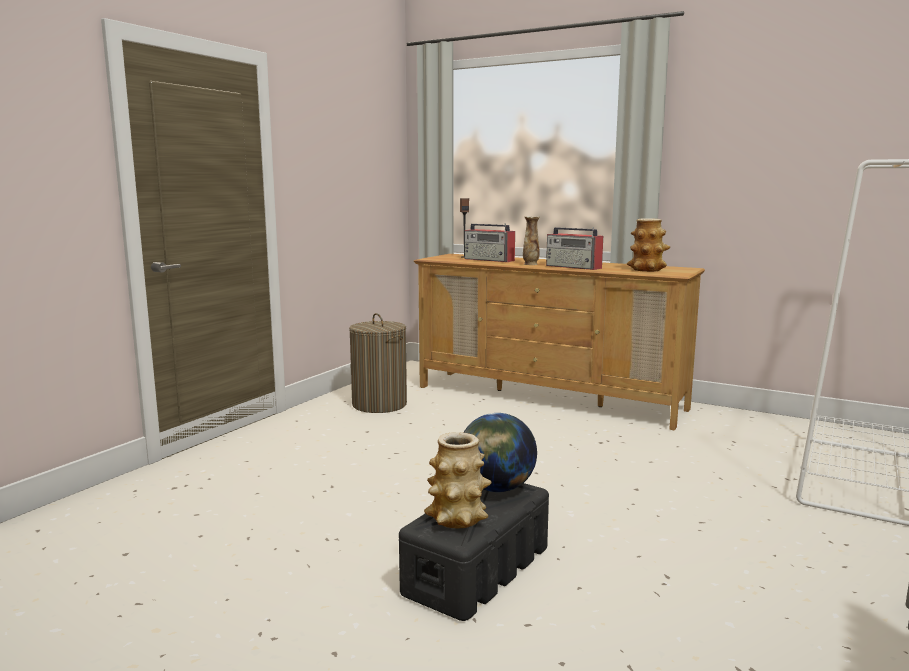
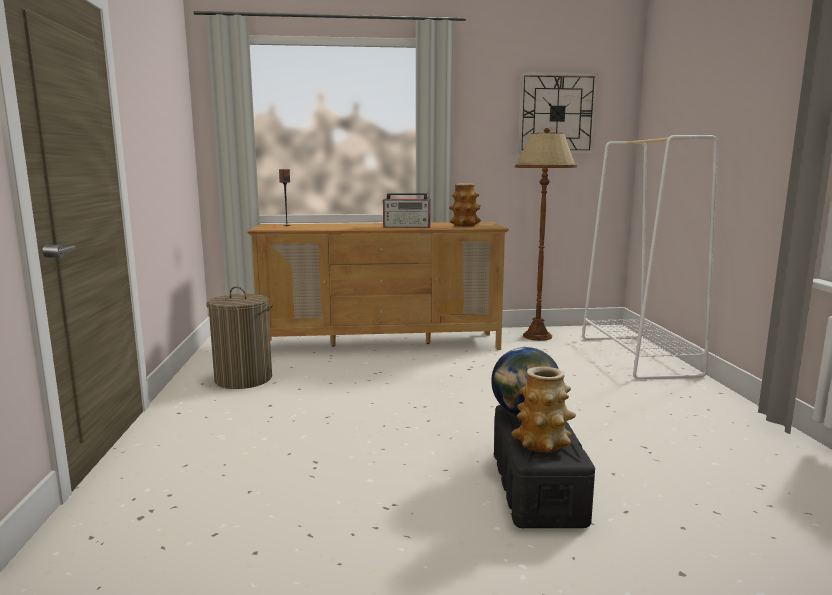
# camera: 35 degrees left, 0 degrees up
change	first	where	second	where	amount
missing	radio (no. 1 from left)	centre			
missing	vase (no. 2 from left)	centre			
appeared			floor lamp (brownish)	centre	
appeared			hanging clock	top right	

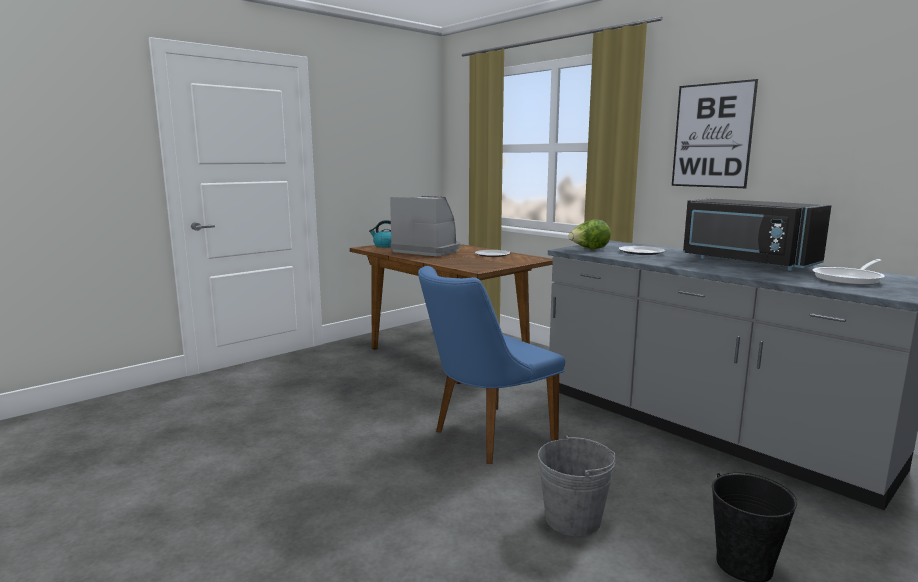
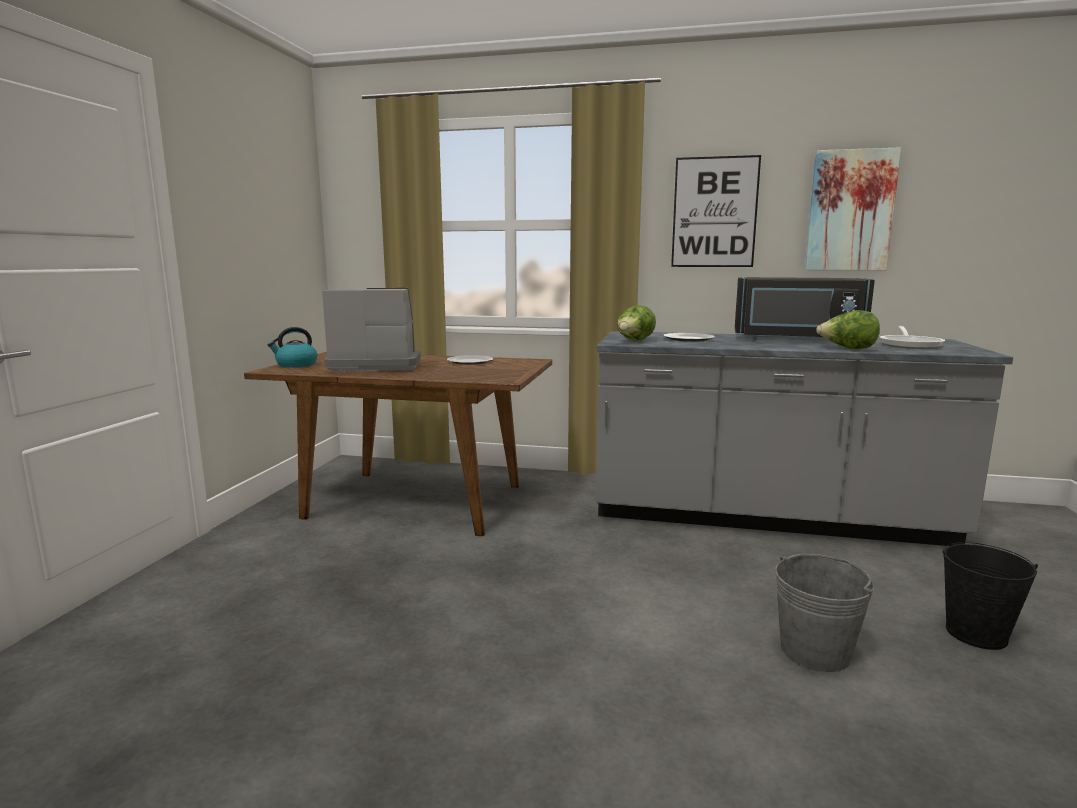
# camera: 35 degrees left, 0 degrees up
change	first	where	second	where	amount
missing	chair (bluish)	centre			
appeared			picture (no. 2 from left)	top right	
appeared			lettuce head (no. 2 from left)	middle right	

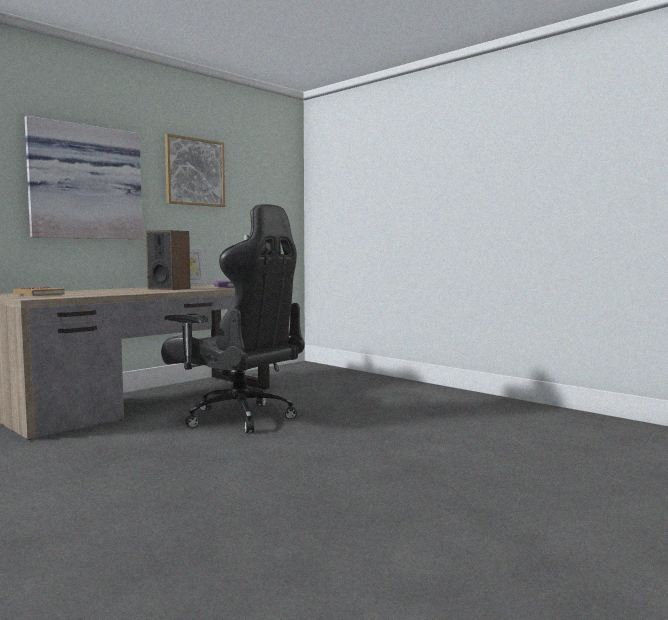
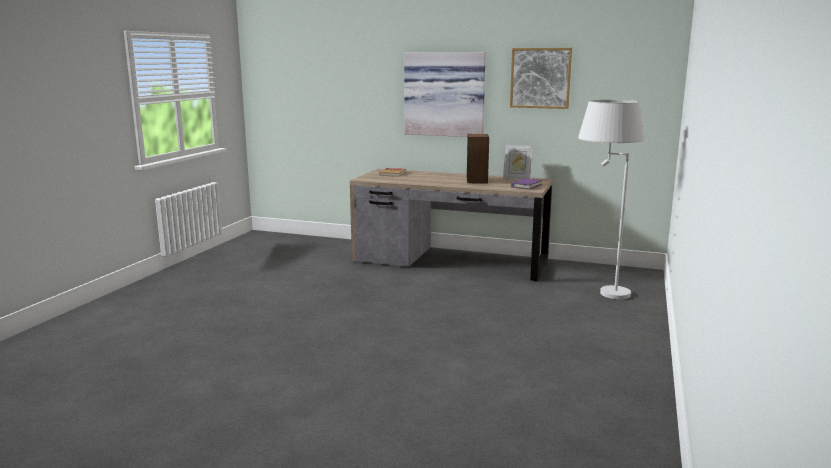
# camera: 65 degrees right, 10 degrees up
change	first	where	second	where	amount
missing	office chair (blackish)	centre			
appeared			floor lamp (white-coloured)	middle right	

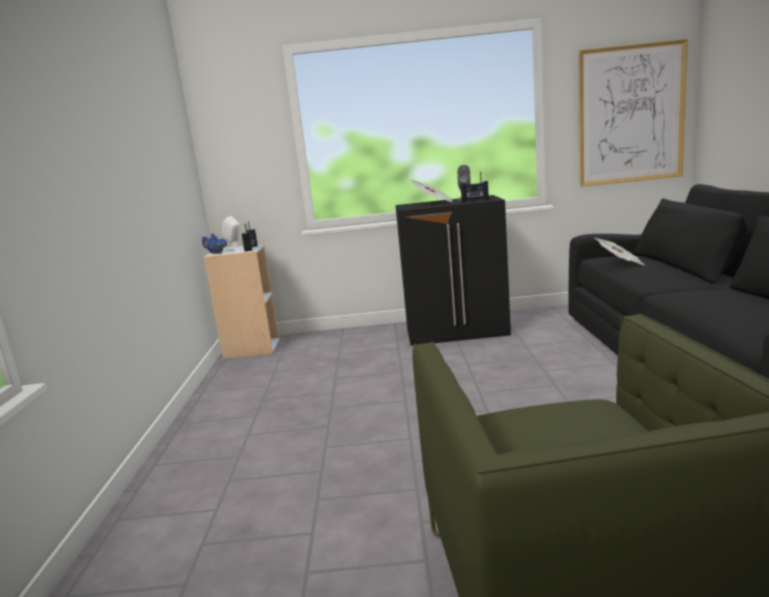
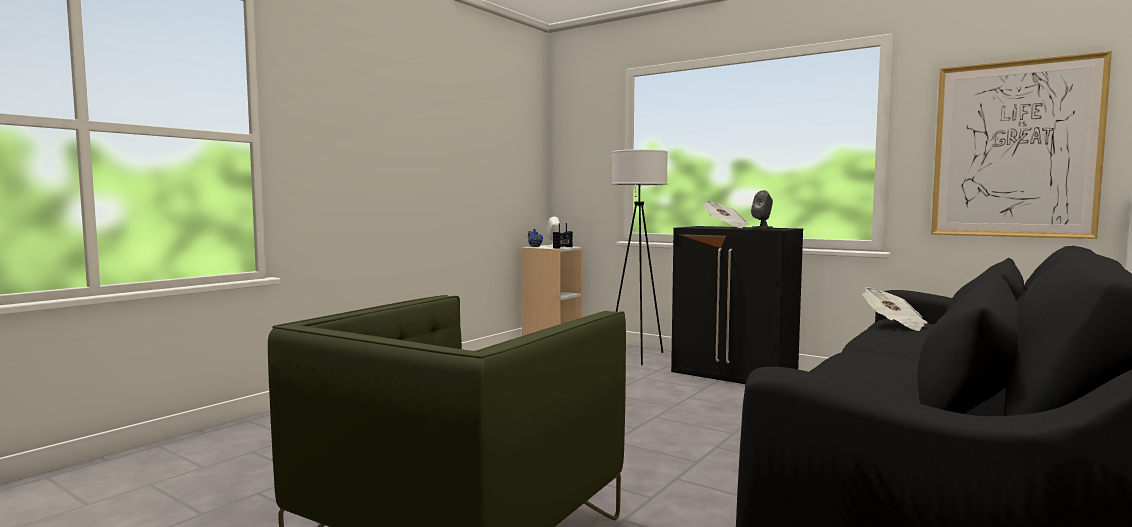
# camera: 35 degrees right, 10 degrees down
change	first	where	second	where	amount
missing	radio (no. 2 from left)	top centre			
appeared			floor lamp (white-coloured)	centre	

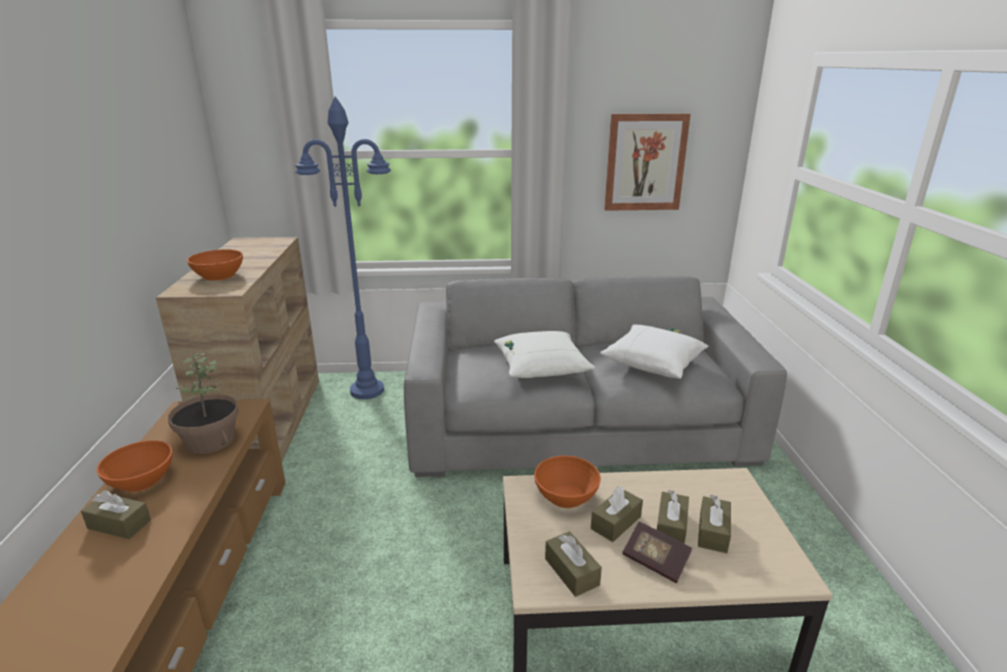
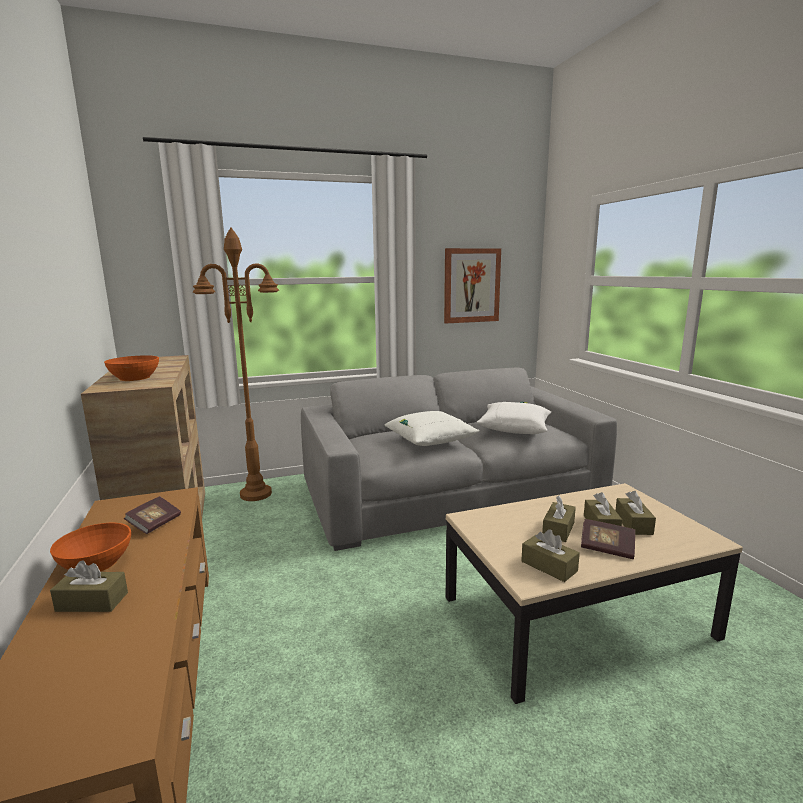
# camera: 15 degrees left, 10 degrees down
change	first	where	second	where	amount
missing	bowl (orange) (no. 3 from left)	bottom centre			
exchanged	plant in a pot	middle left	book (no. 1 from left)	middle left	
colour	floor lamp (bluish)	centre	floor lamp (brownish)	middle left	

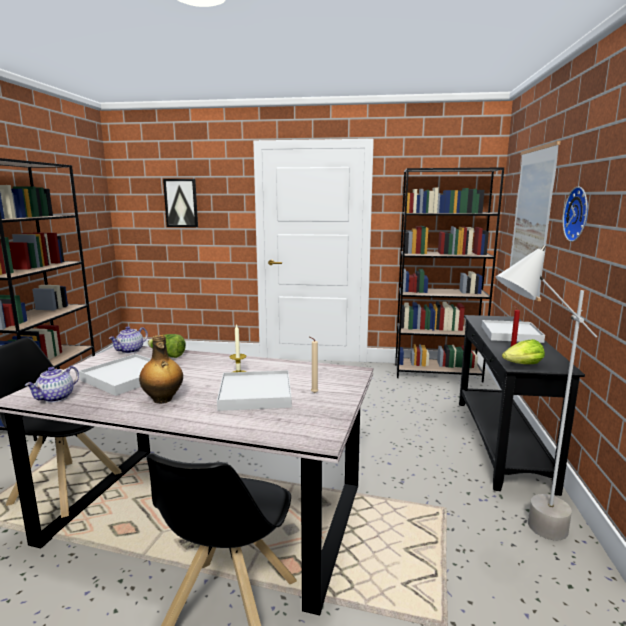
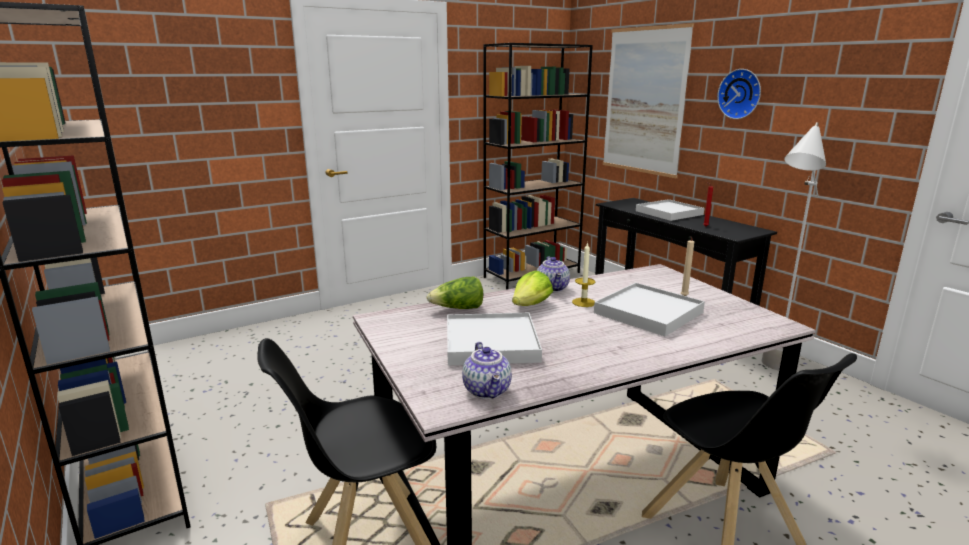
# camera: 40 degrees left, 5 degrees up
change	first	where	second	where	amount
missing	bottle	middle left			
missing	picture (no. 1 from left)	top left			
relocated	tea pot (no. 2 from left)	middle left		centre	
relocated	lettuce head (no. 2 from left)	middle right		centre	

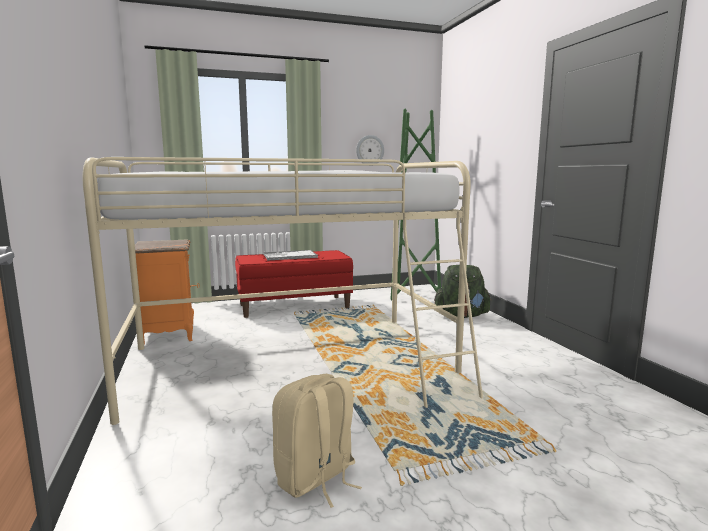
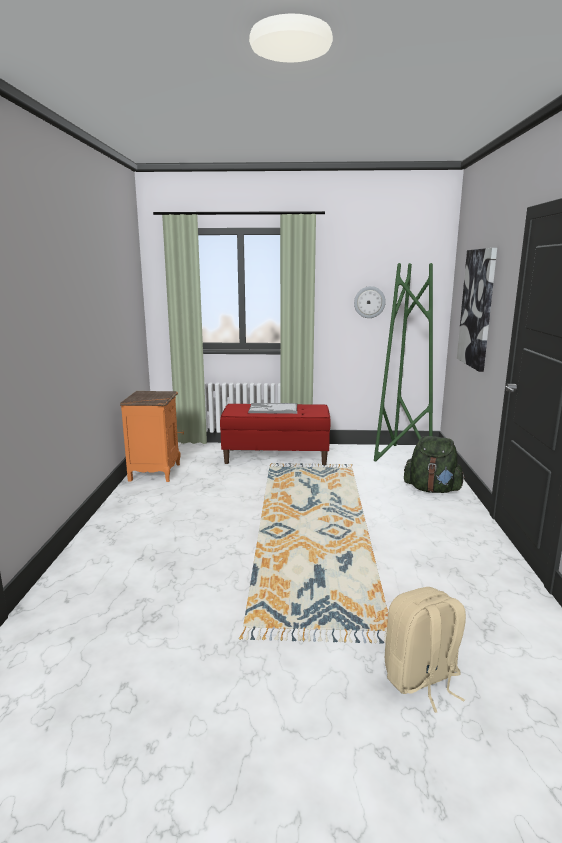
# camera: 20 degrees right, 5 degrees up
change	first	where	second	where	amount
missing	bed (beige)	centre			
appeared			picture	middle right	
relocated	backpack (beige)	bottom centre		bottom right	

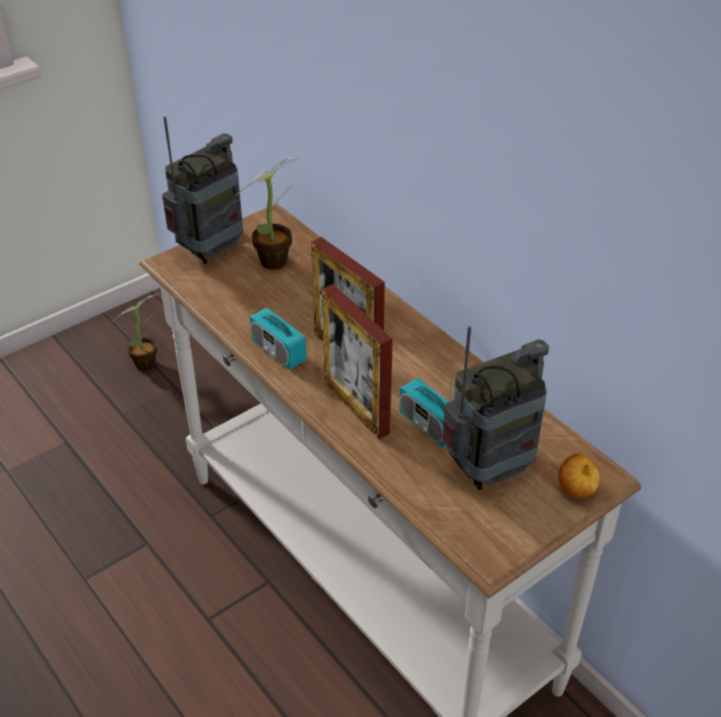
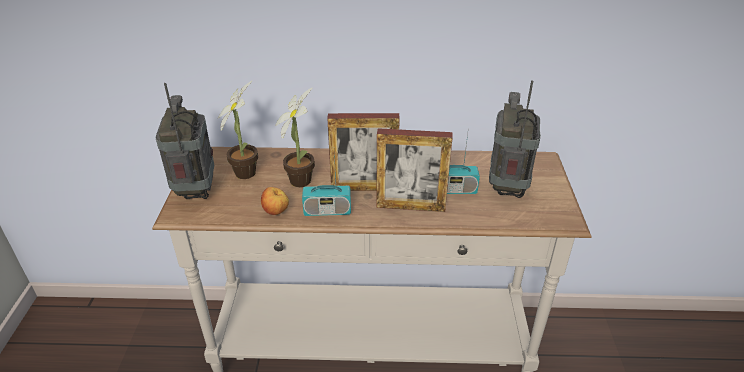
# camera: 50 degrees left, 5 degrees down
change	first	where	second	where	amount
relocated	plant in a pot (no. 1 from left in the first image)	middle left	plant in a pot (no. 2 from left)	centre	
relocated	apple	middle right		centre	

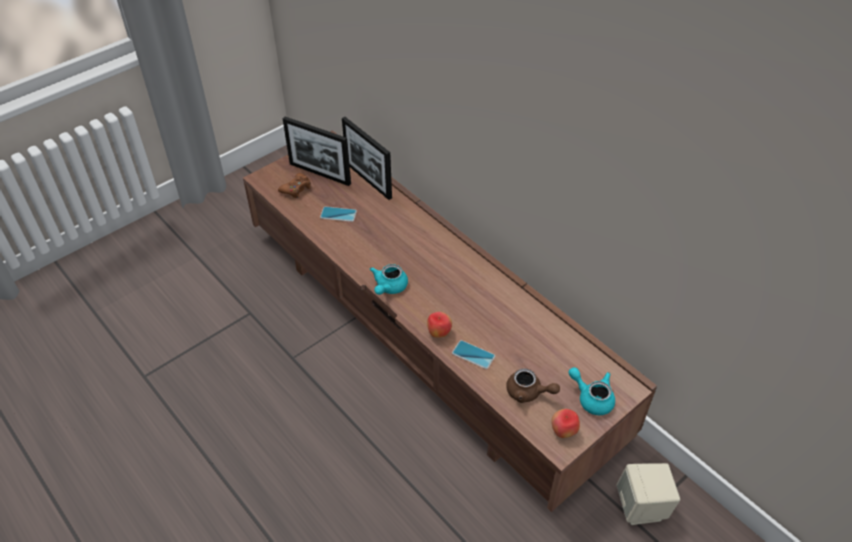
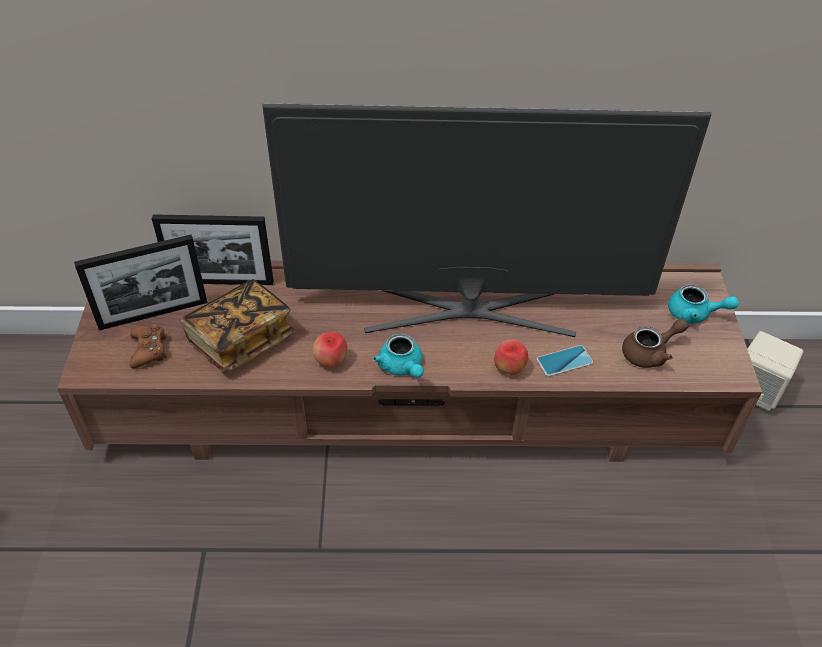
# camera: 50 degrees left, 0 degrees up
change	first	where	second	where	amount
appeared			TV set	centre	
relocated	apple (no. 2 from left in the first image)	bottom centre	apple (no. 1 from left)	centre	
exchanged	handset (no. 1 from left)	centre	book	middle left	
spun	tea pot (blue-green) (no. 2 from left)	bottom right		middle right	150 degrees counterclockwise

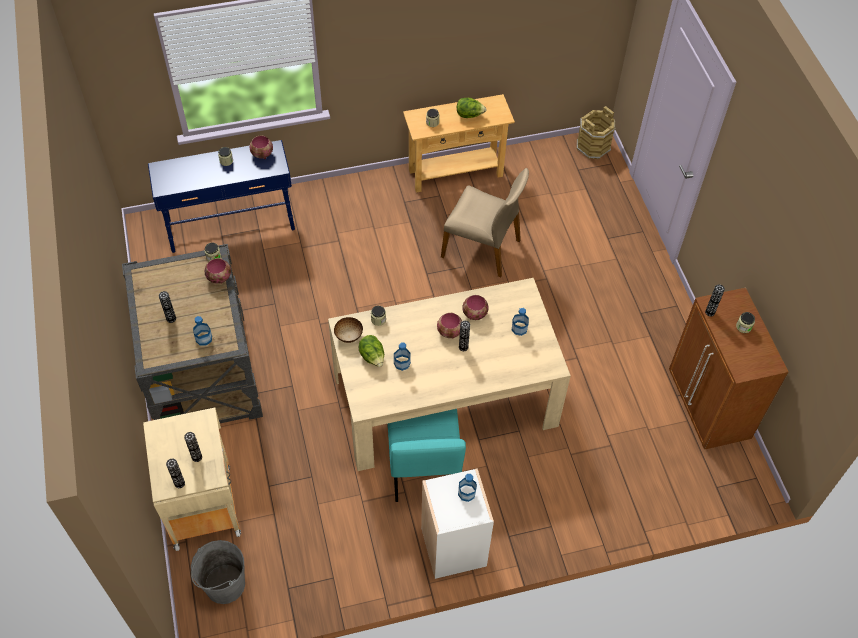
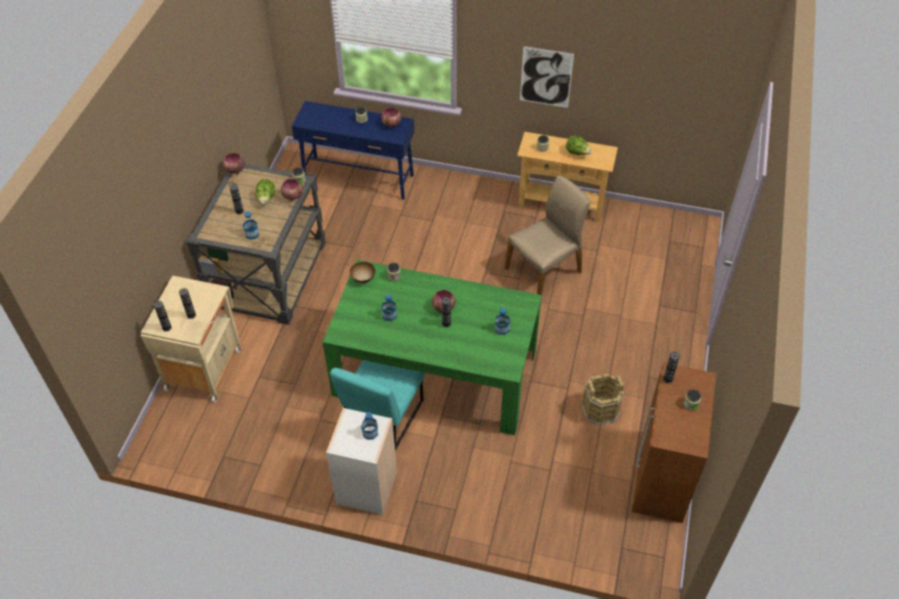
# camera: 30 degrees right, 5 degrees down
change	first	where	second	where	amount
missing	bucket (grey)	bottom left			
appeared			picture	top centre	
relocated	lettuce head (no. 1 from left)	centre		top left	
relocated	bowl (no. 5 from left in the first image)	centre	bowl (no. 1 from left)	top left	
relocated	bucket (brownish)	top right		middle right	
colour	kitchen table (beige)	centre	kitchen table (green)	centre	
spun	chair (beige)	centre		centre	90 degrees counterclockwise

